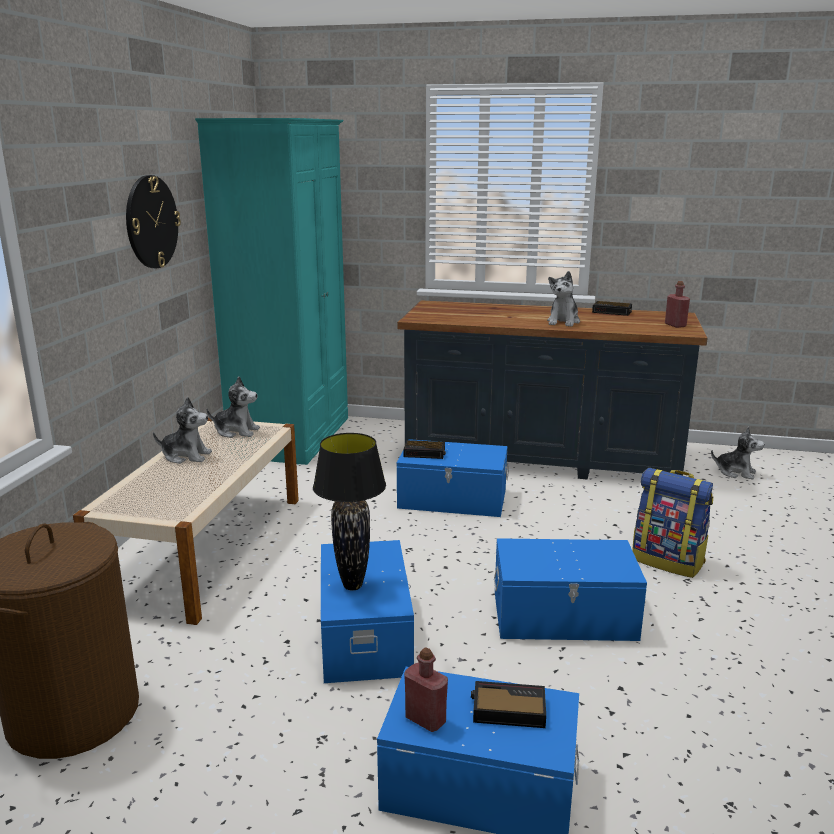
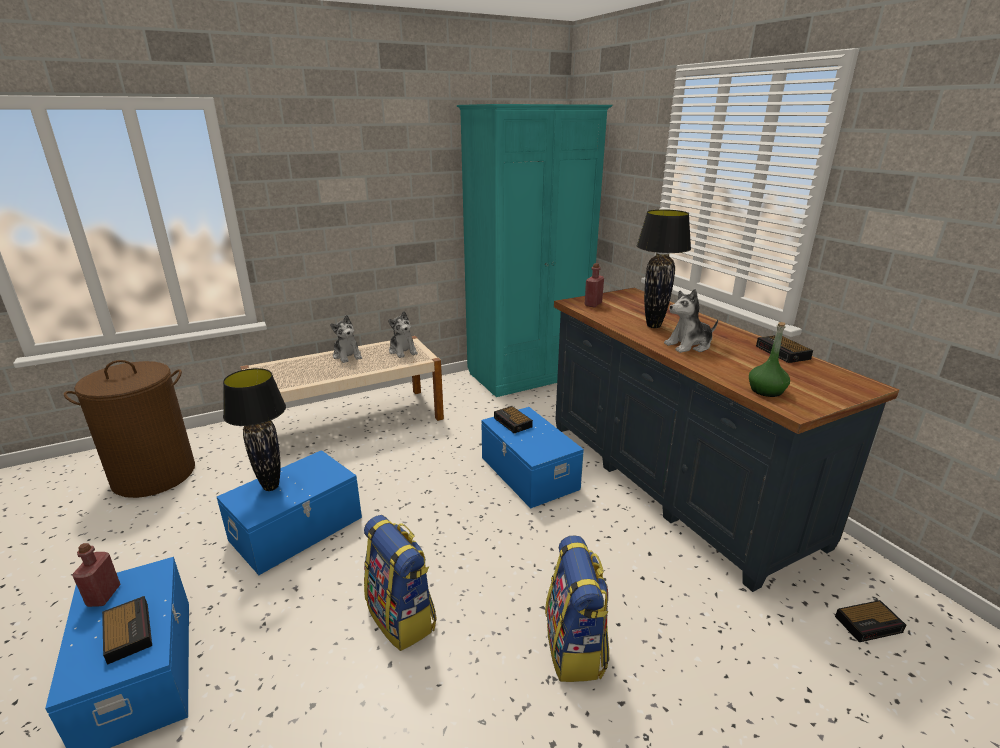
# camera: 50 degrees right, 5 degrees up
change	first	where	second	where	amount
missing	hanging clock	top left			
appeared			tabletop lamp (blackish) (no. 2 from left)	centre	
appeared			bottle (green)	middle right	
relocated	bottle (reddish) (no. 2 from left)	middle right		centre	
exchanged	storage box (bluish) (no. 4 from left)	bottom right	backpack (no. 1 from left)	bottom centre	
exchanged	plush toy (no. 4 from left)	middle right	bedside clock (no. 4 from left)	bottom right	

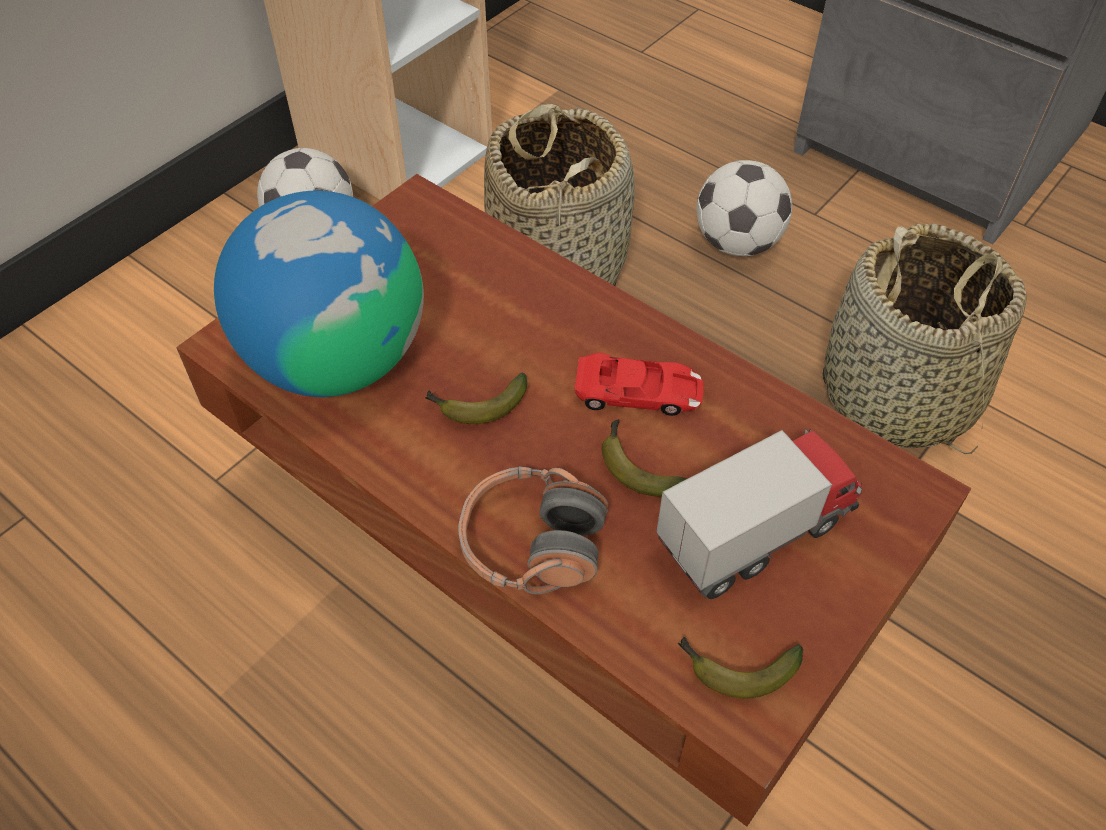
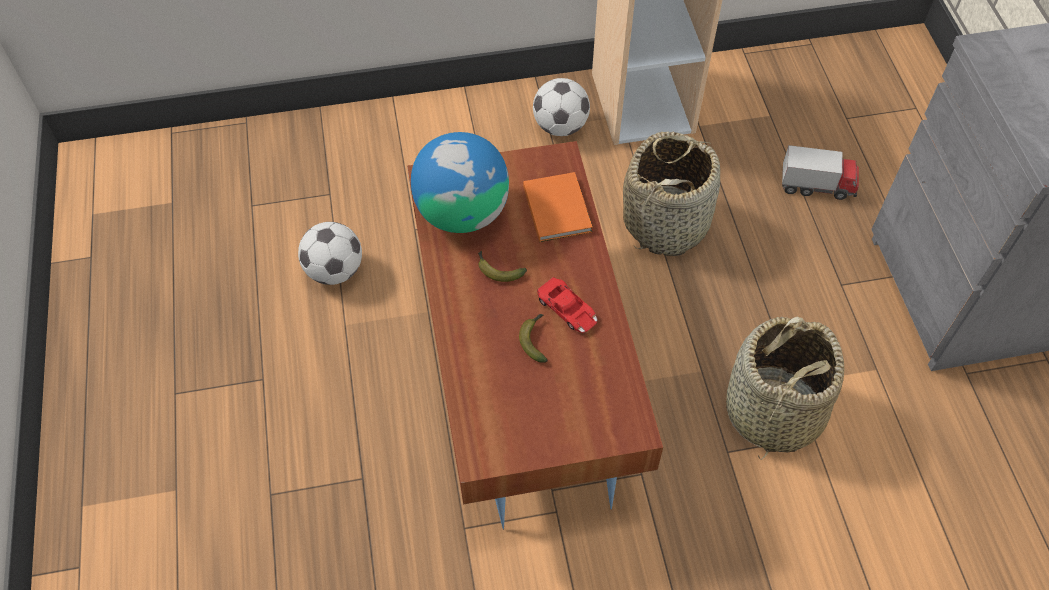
# camera: 40 degrees right, 5 degrees up
change	first	where	second	where	amount
missing	headset	centre			
missing	banana fruit (no. 3 from left)	bottom right			
appeared			book (orange)	centre	
relocated	toy lorry	middle right		top right	
relocated	ball for football (no. 2 from left in the first image)	top right	ball for football (no. 1 from left)	middle left	

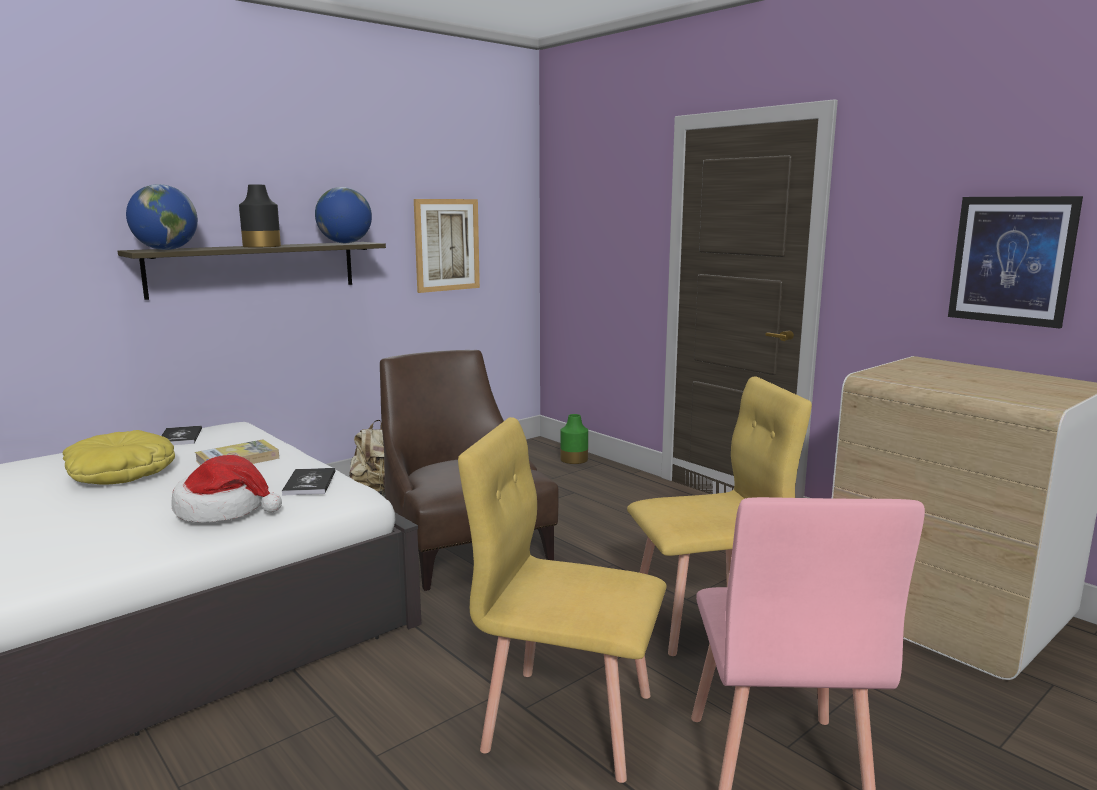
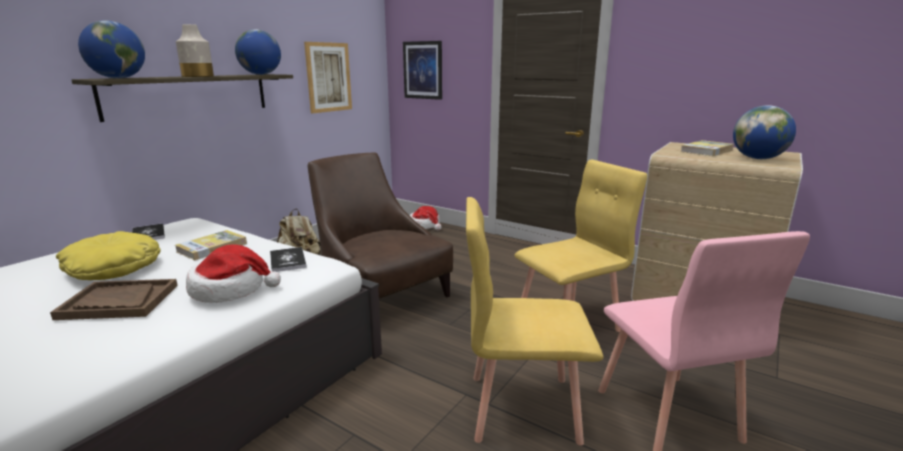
# camera: 15 degrees left, 5 degrees up
change	first	where	second	where	amount
appeared			tray (brownish)	middle left	
appeared			book (no. 4 from left)	top right	
appeared			desk globe (no. 3 from left)	top right	
relocated	picture (no. 2 from left)	top right		top centre	
exchanged	vase (green)	centre	hat (no. 2 from left)	centre	
colour	vase (blackish)	top left	vase (beige)	top left	

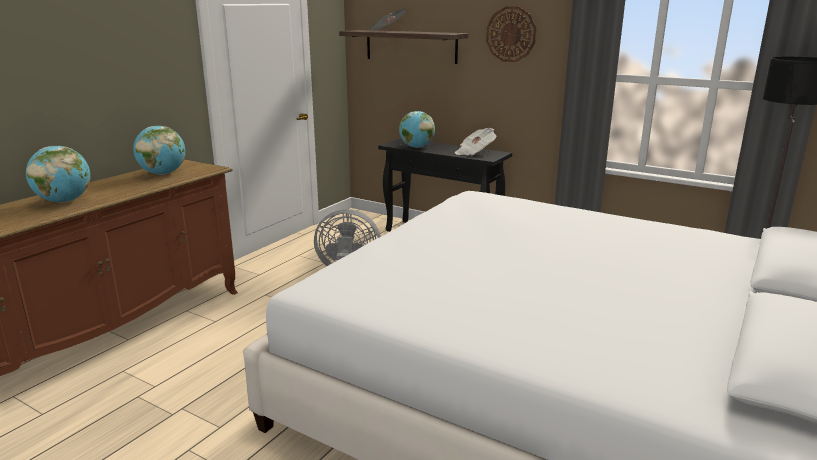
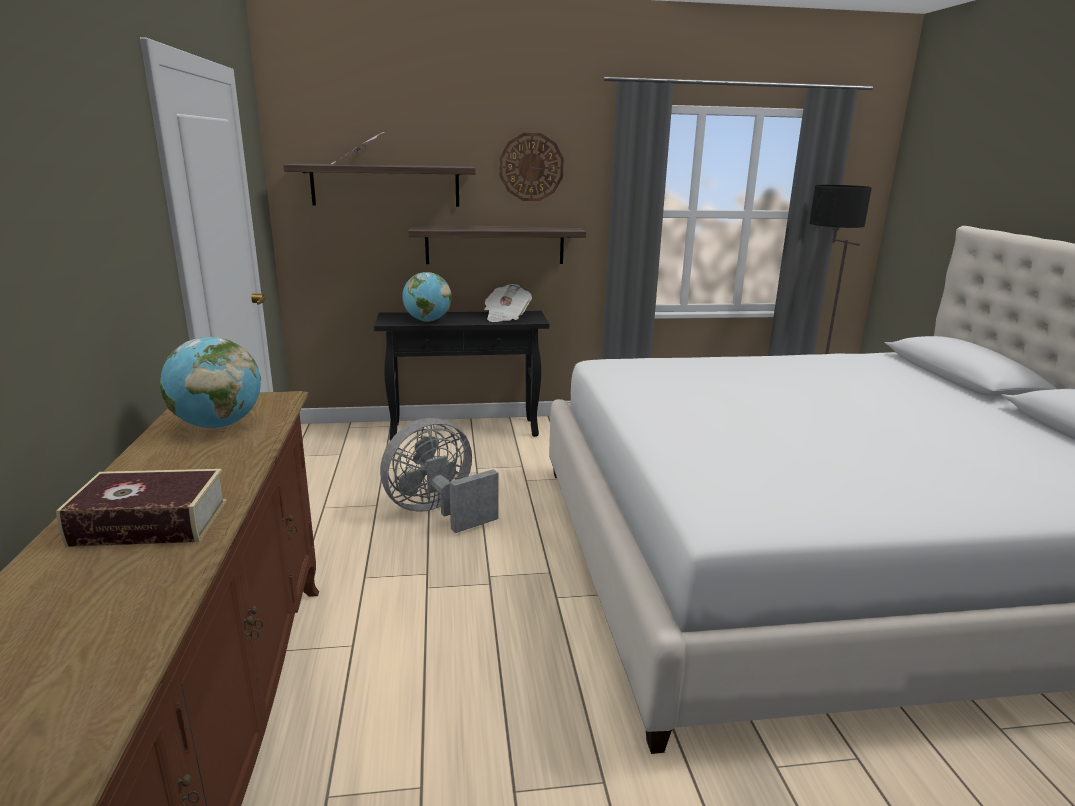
# camera: 40 degrees left, 0 degrees up
change	first	where	second	where	amount
appeared			bracket shelf (no. 2 from left)	top centre	
exchanged	desk globe (no. 1 from left)	middle left	book	middle left	

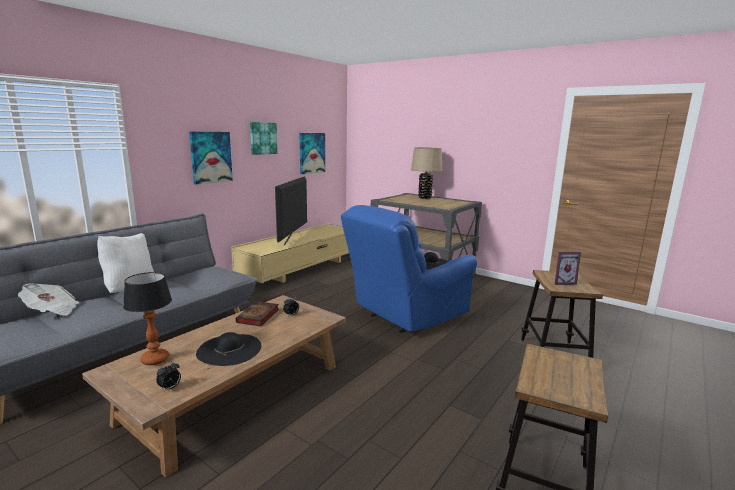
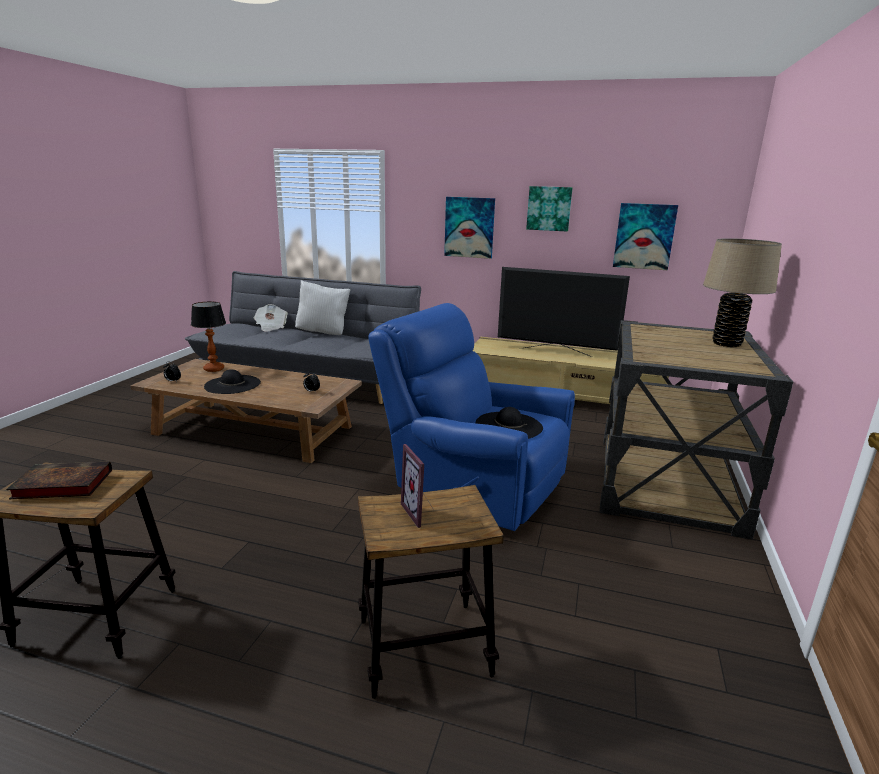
# camera: 70 degrees right, 5 degrees up
change	first	where	second	where	amount
relocated	book	centre		middle left	
spun	TV set	centre		centre	150 degrees counterclockwise

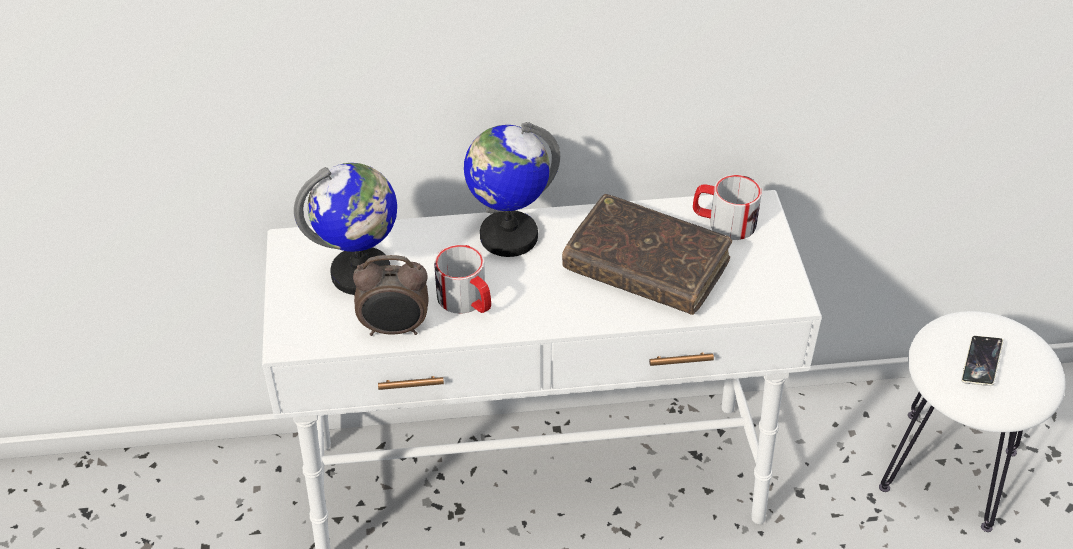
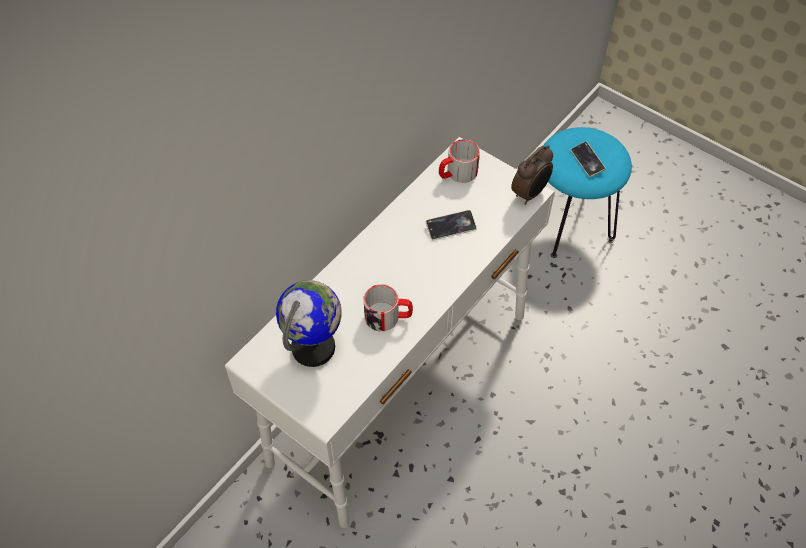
# camera: 45 degrees left, 10 degrees up
change	first	where	second	where	amount
missing	desk globe (no. 2 from left)	centre			
relocated	bedside clock	centre		top centre	
exchanged	book (brownish)	centre	handset (no. 1 from left)	centre	
colour	stool seat (white-coloured)	bottom right	stool seat (blue-green)	middle right	

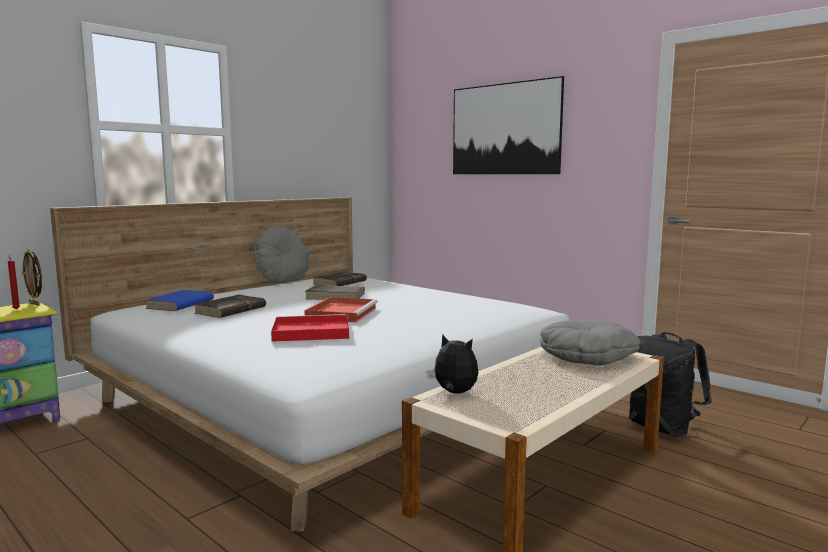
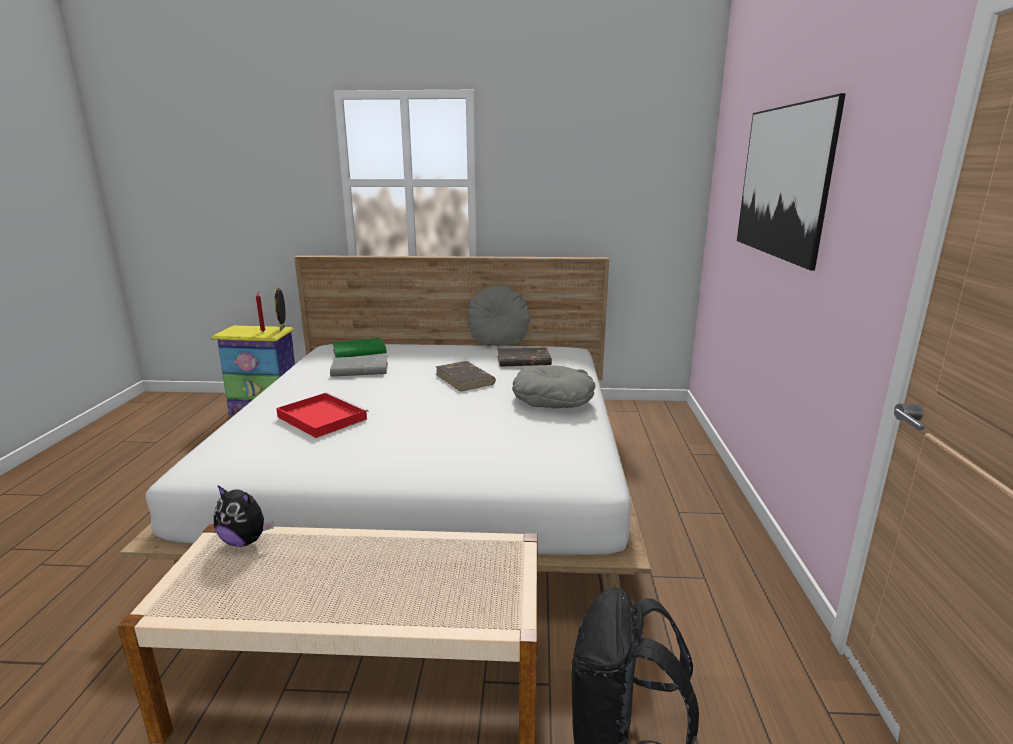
# camera: 50 degrees right, 10 degrees up
change	first	where	second	where	amount
missing	tray (reddish) (no. 2 from left)	centre			
relocated	throw pillow (grey) (no. 2 from left)	middle right		centre	
colour	book (bluish)	middle left	book (green)	centre	
colour	book (brownish) (no. 1 from left)	middle left	book (grey)	centre	
spun	plush toy	centre		bottom left	120 degrees clockwise

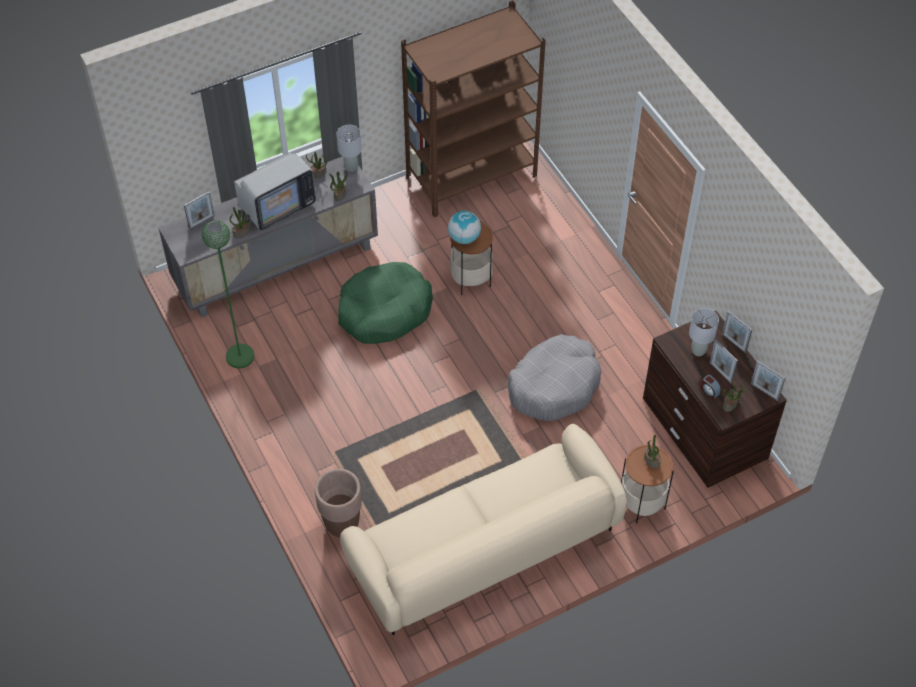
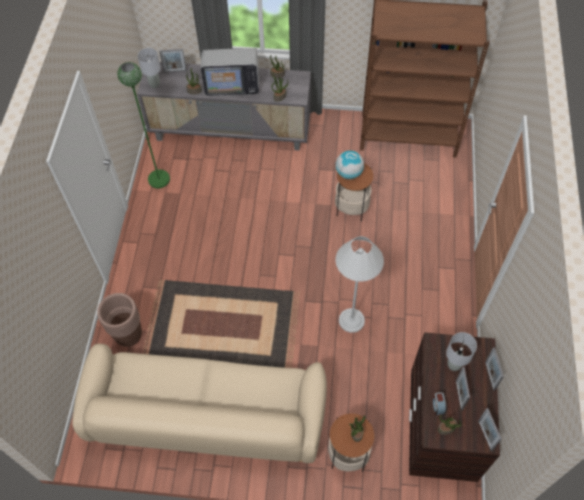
# camera: 35 degrees right, 5 degrees up
change	first	where	second	where	amount
missing	dog bed (green)	centre			
relocated	tabletop lamp (grey) (no. 1 from left)	top centre		top left	
exchanged	dog bed (grey)	centre	floor lamp (white-coloured)	centre	

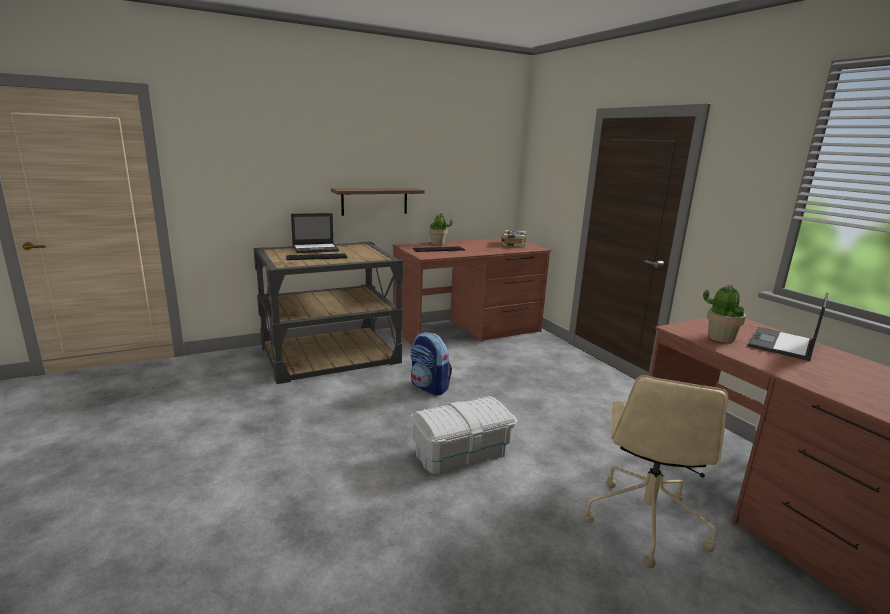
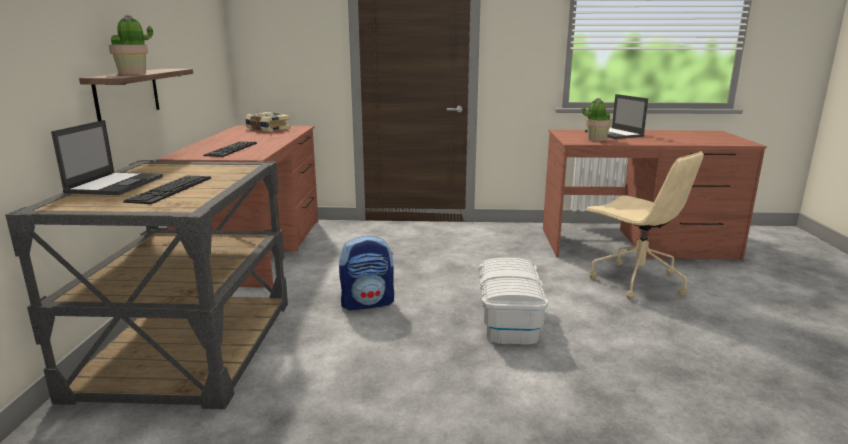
# camera: 60 degrees left, 0 degrees up
change	first	where	second	where	amount
relocated	plant in a pot (no. 1 from left)	centre		top left	

